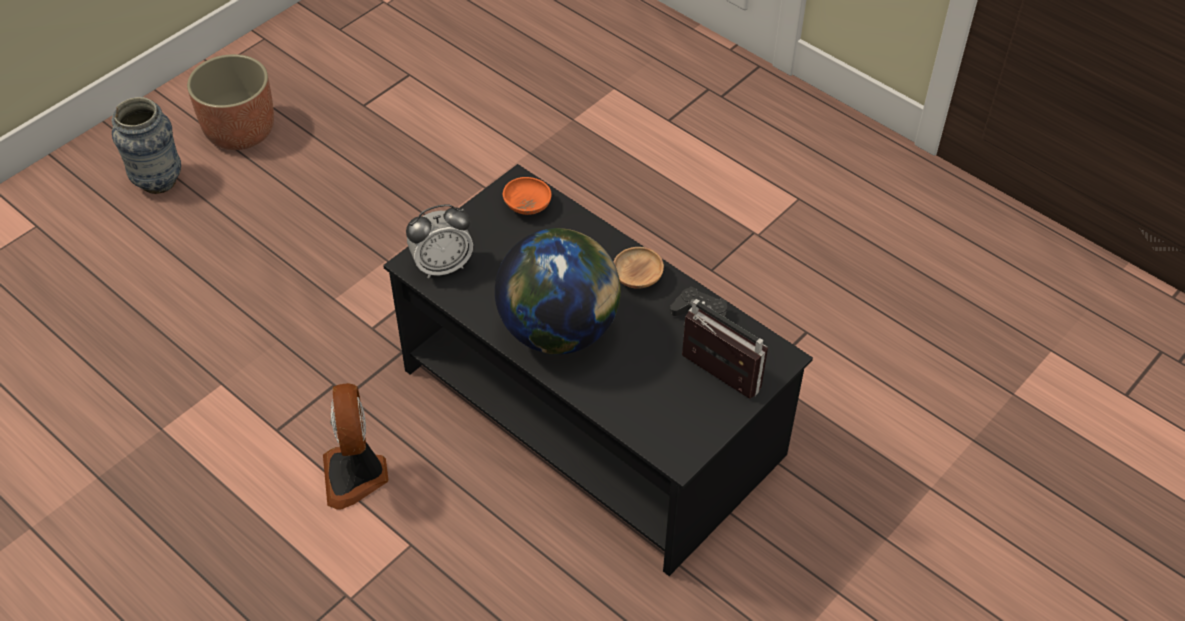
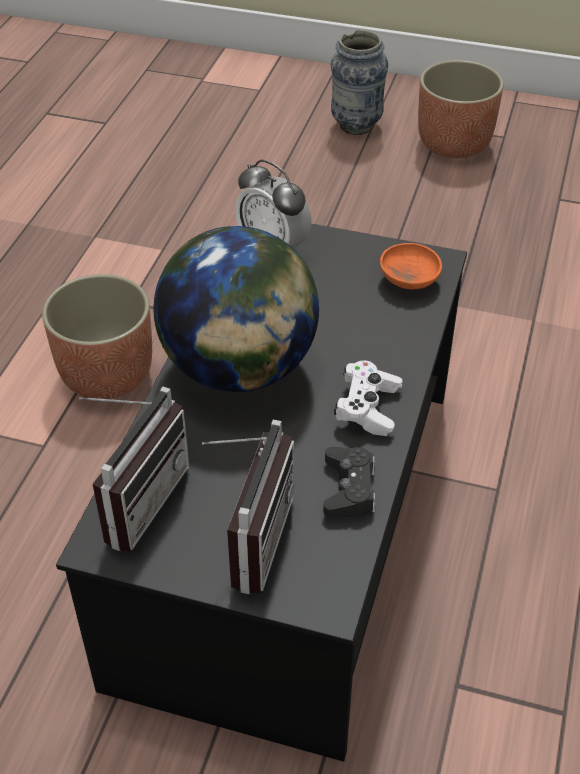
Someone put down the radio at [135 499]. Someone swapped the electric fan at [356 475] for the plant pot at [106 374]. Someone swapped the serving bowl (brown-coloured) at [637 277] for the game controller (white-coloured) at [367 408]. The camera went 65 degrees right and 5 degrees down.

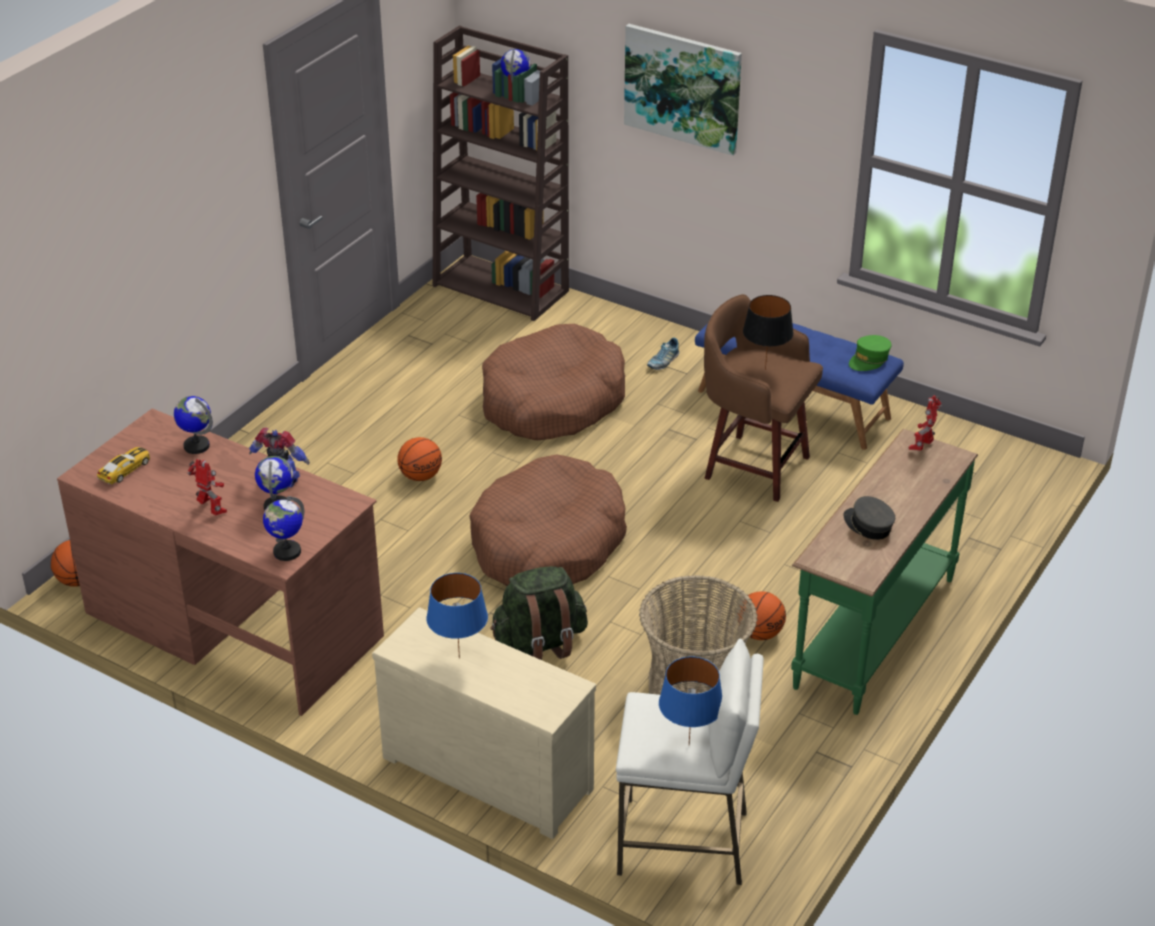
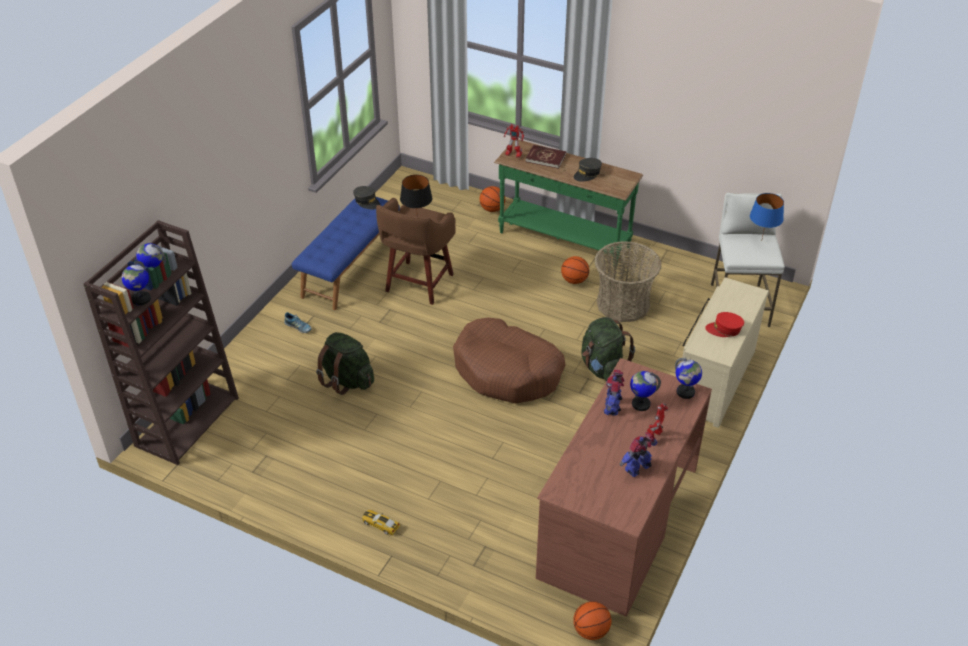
Someone took away the wall art at [683 88]. Someone put down the volume (red-coloured) at [545 158]. Someone put down the model robot at [638 468]. Someone carried the model car from [125 470] to [380 524]. Someone carried the desk globe from [196 446] to [141 299]. Someone carried the ball for basketball from [421 476] to [492 209]. Someone swapped the table lamp (blue-coloured) at [458 658] for the cap (red-coloured) at [724 329]. Someone swapped the dog bed (brown-coloured) at [552 401] for the backpack (green) at [347 380]. Someone repainted the cap (green) at [869 360], which became the cap (greyish) at [367 201]. The camera went 95 degrees left and 5 degrees up.

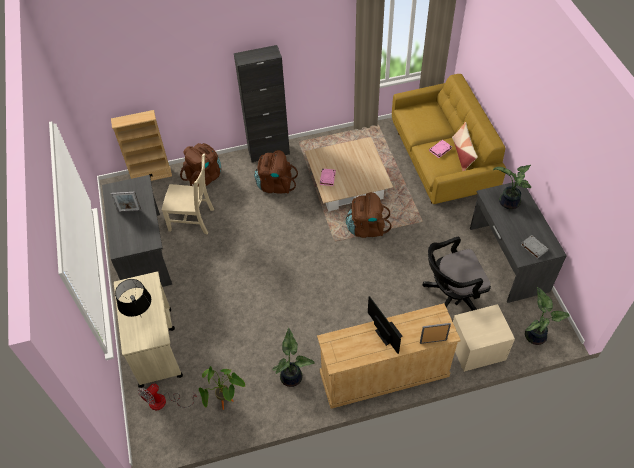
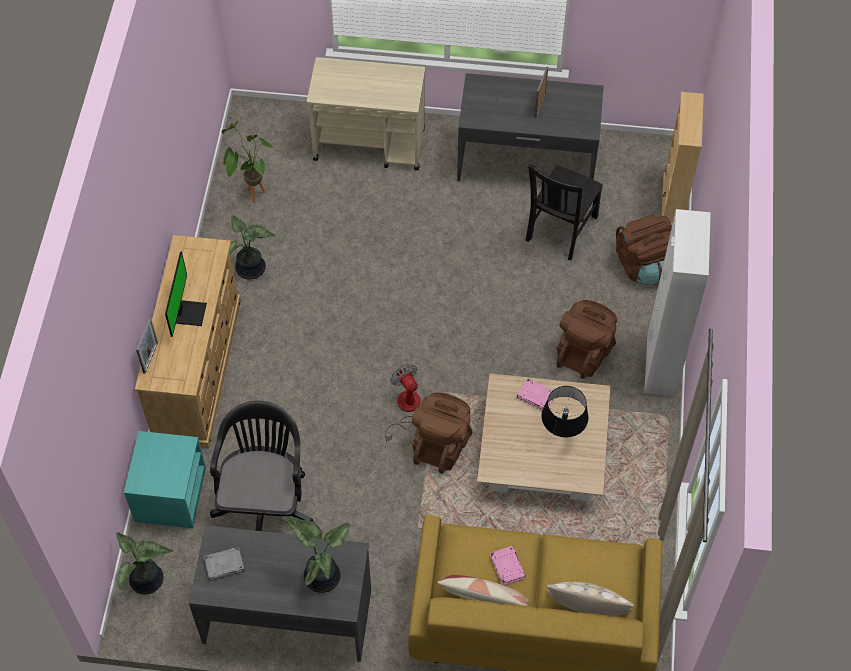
Someone put down the throw pillow (beige) at [586 611]. Someone carried the table lamp (blackish) from [141 317] to [561 436]. Someone carried the electric fan from [164 402] to [405 409]. Someone repainted the chair (beige) at [193 220], which became the chair (blackish) at [560 230]. Someone repainted the cabinet (blackish) at [268 152], which became the cabinet (white-coloured) at [661 365]. Someone repainted the night table (beige) at [476 349], which became the night table (turquoise-coloured) at [170 494]. Someone rotated the computer display at [387 334] by 75 degrees counterclockwise. The camera went 110 degrees right and 5 degrees up.

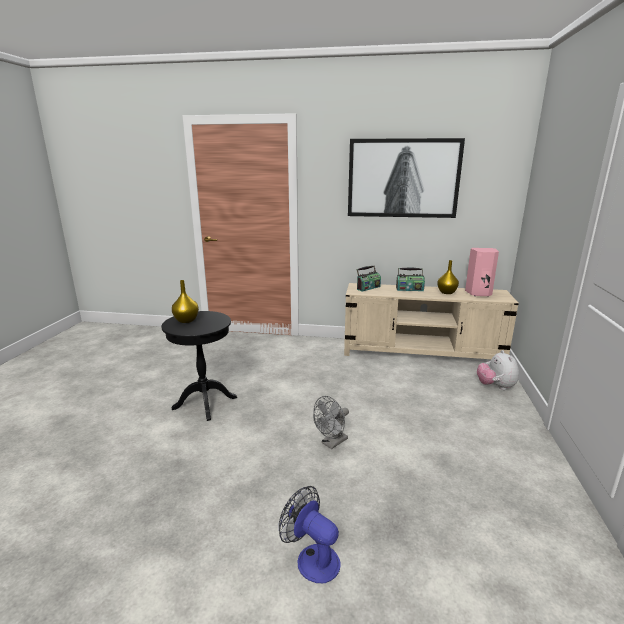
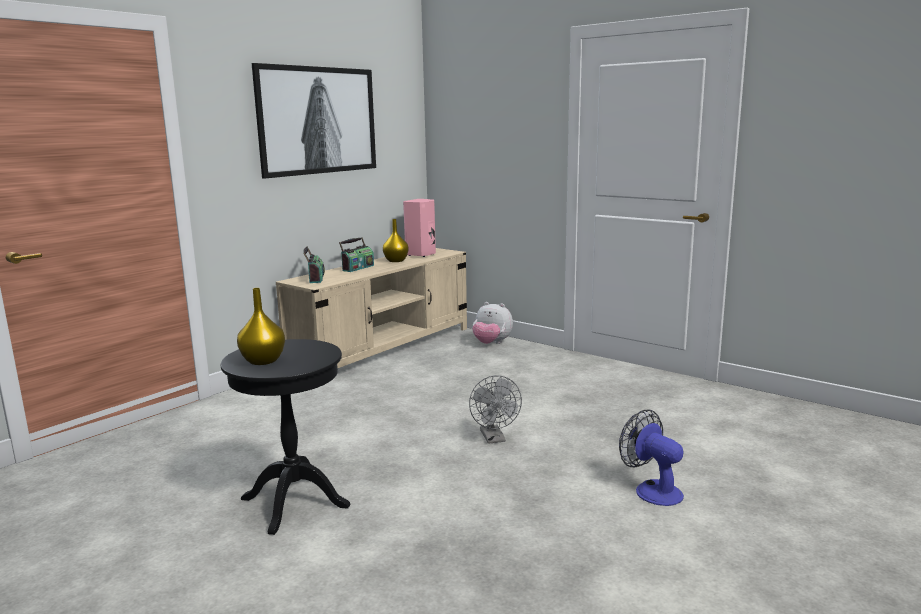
Someone rotated the electric fan at [312 558] by 75 degrees clockwise. The camera went 60 degrees left and 5 degrees down.

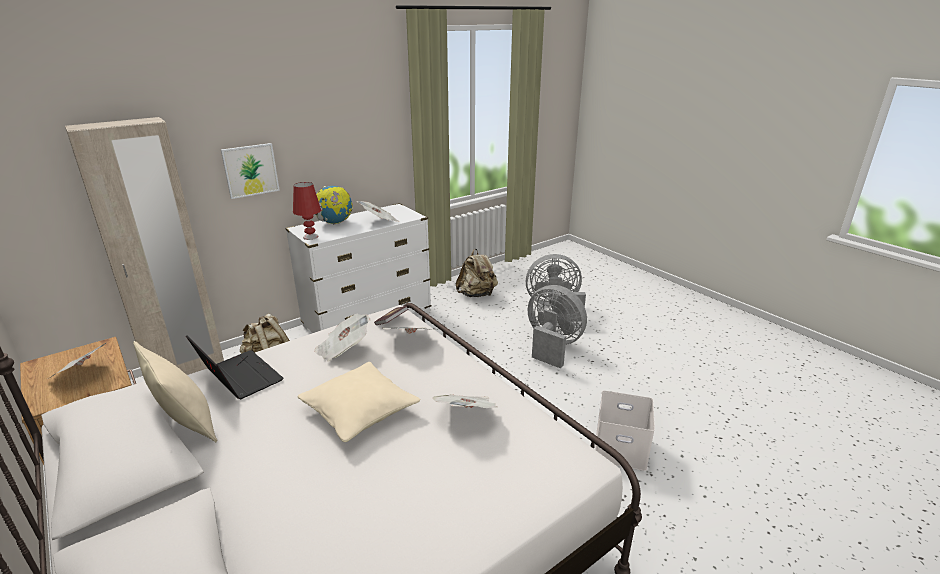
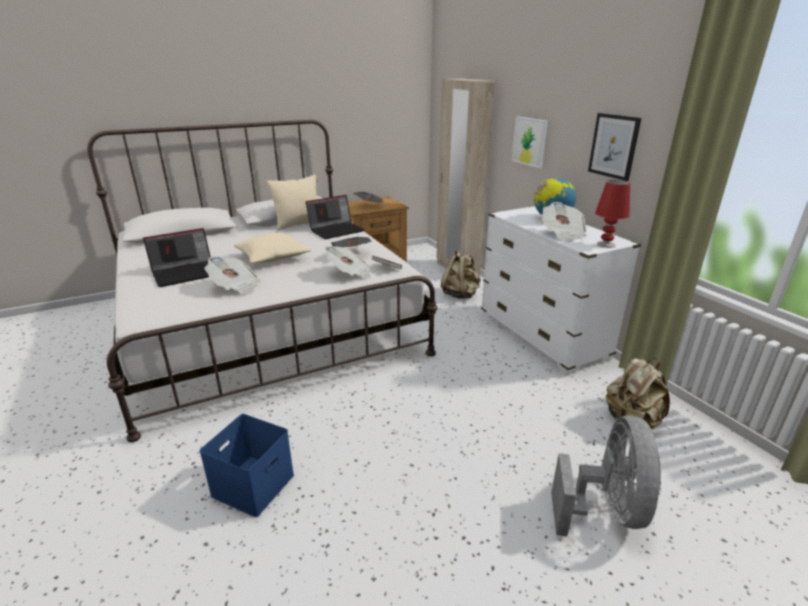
Someone took away the electric fan (greyish) at [552 346]. Someone put down the portable computer at [186 273]. Someone put up the wall art at [614 146]. Someone carried the table lamp (red-coloured) from [310 237] to [606 244]. Someone repainted the storage bin (white-coloured) at [619 449], which became the storage bin (blue-coloured) at [253 483]. The camera went 100 degrees right and 0 degrees up.

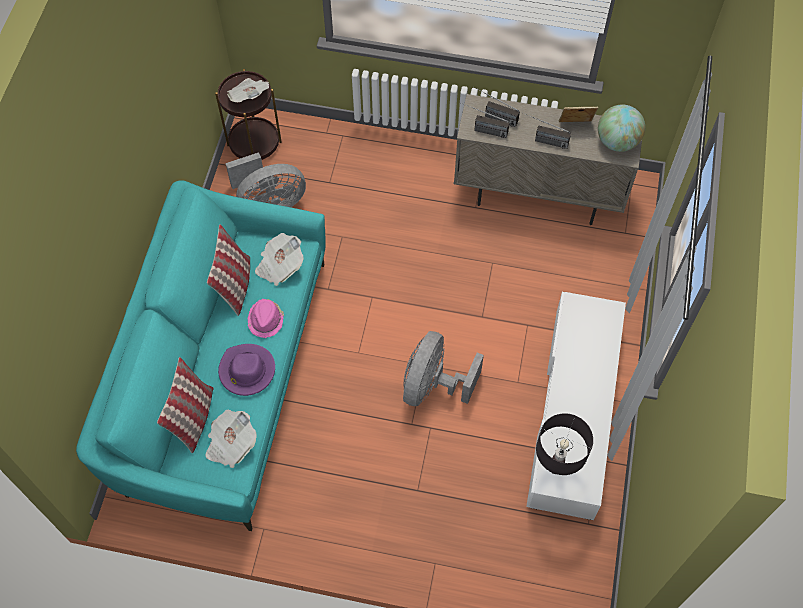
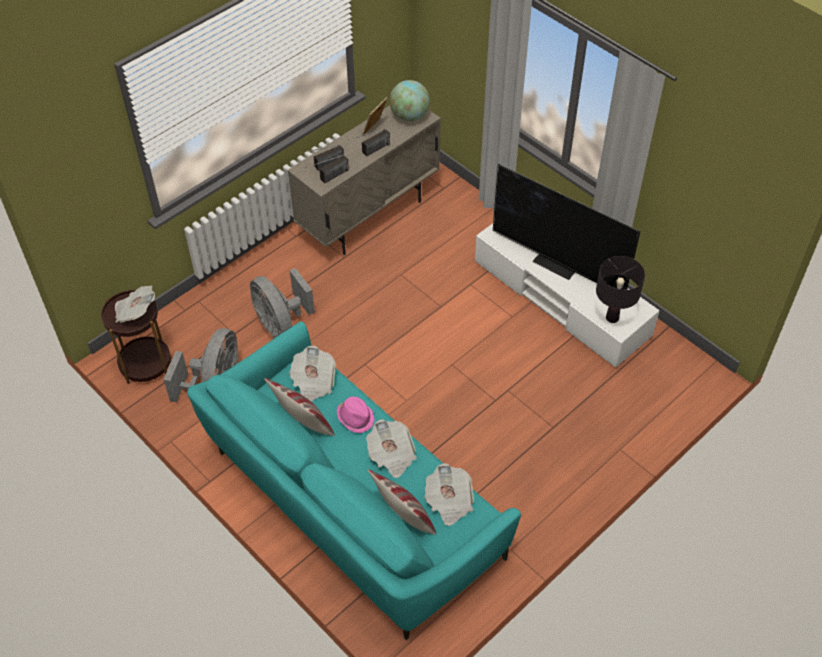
Someone put down the TV at [557 263]. Someone carried the electric fan (greyish) from [433 385] to [281 325]. Someone swapped the wearable hat (purplish) at [246 371] for the printed paper at [391 455]. The camera went 55 degrees left and 10 degrees down.

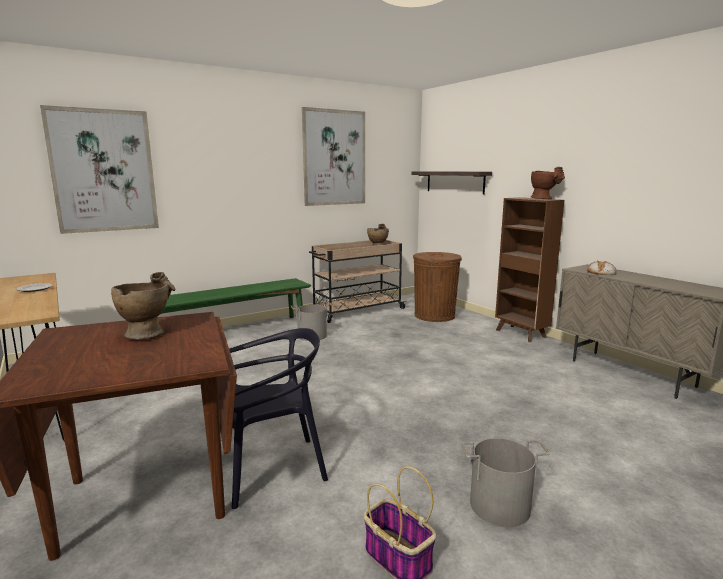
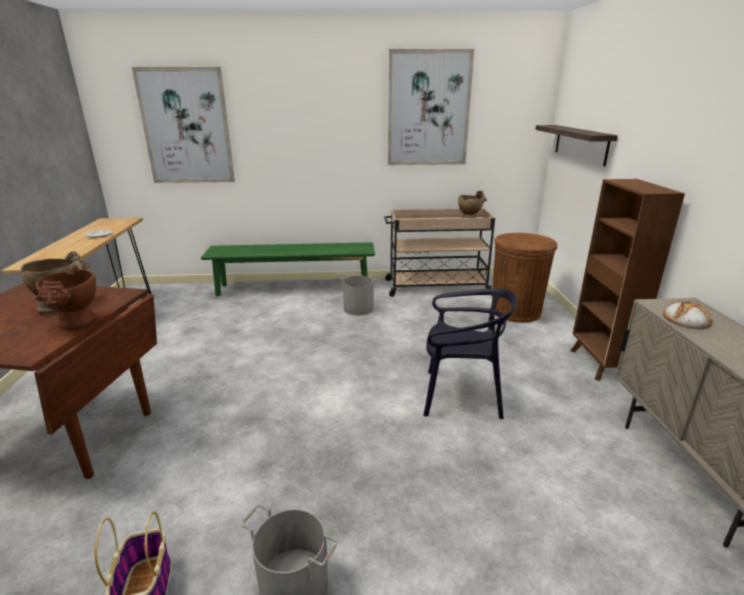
Someone carried the chair (blackish) from [272 469] to [461 396]. Someone carried the flower vase (brown-coloured) from [545 199] to [76 324]. The camera went 30 degrees right and 10 degrees up.

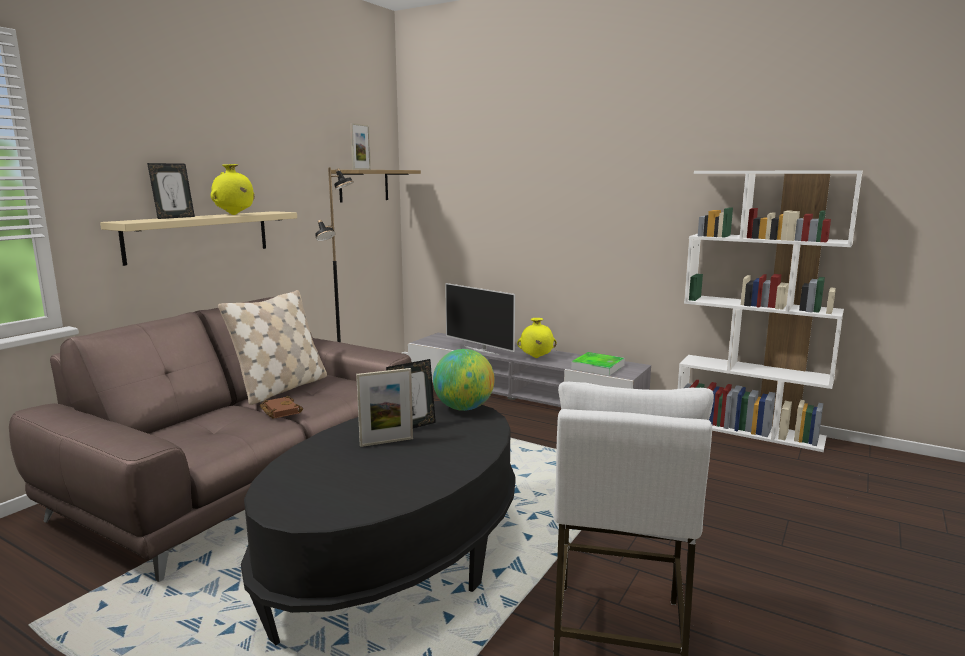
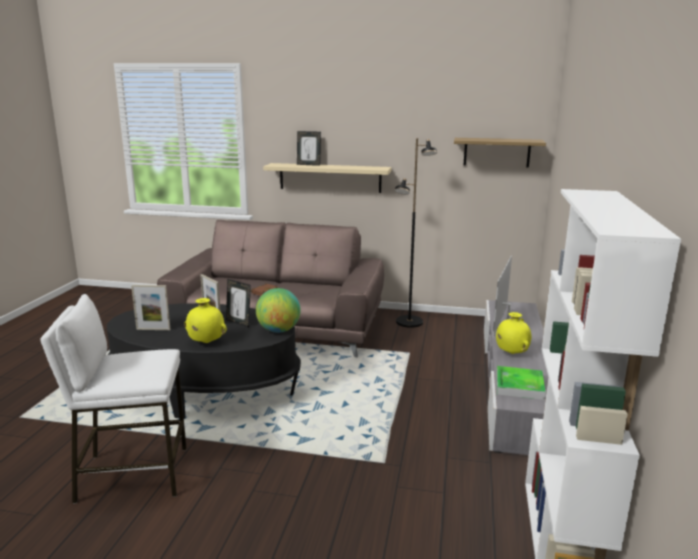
Someone took away the throw pillow (beige) at [281 388]. Someone carried the flower vase (yellow) from [234 214] to [206 343]. Someone carried the standing frame from [361 169] to [153 329]. The camera went 70 degrees right and 5 degrees up.

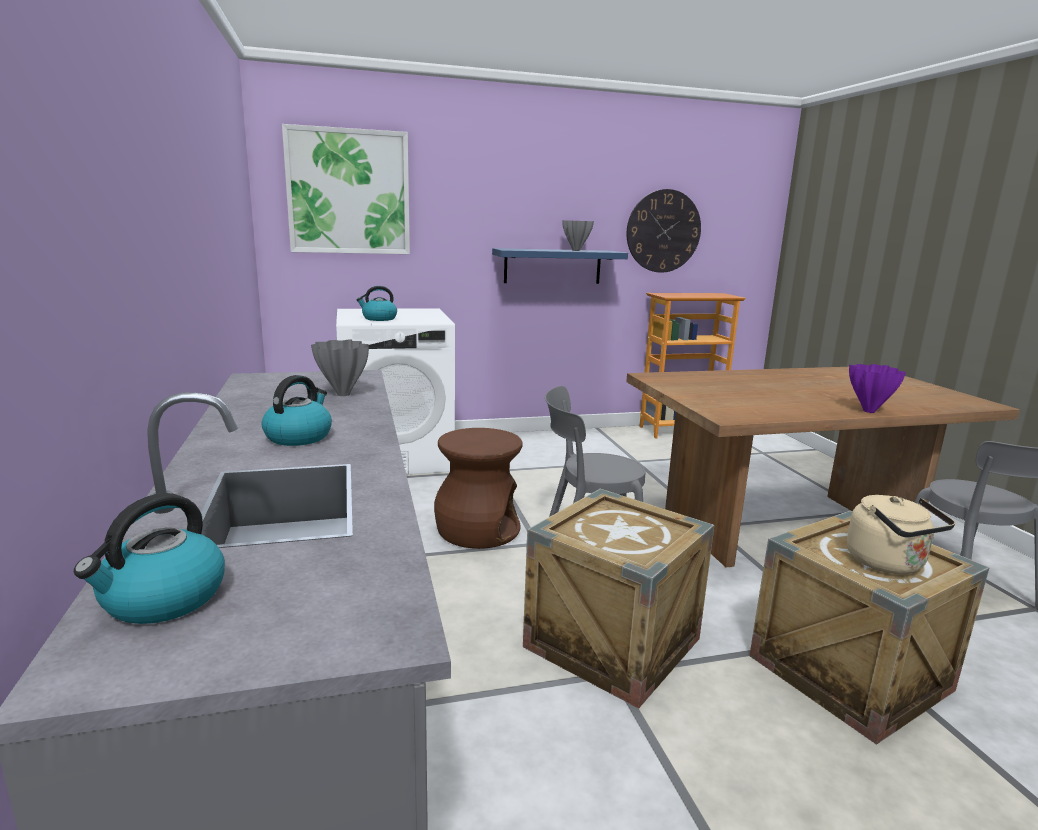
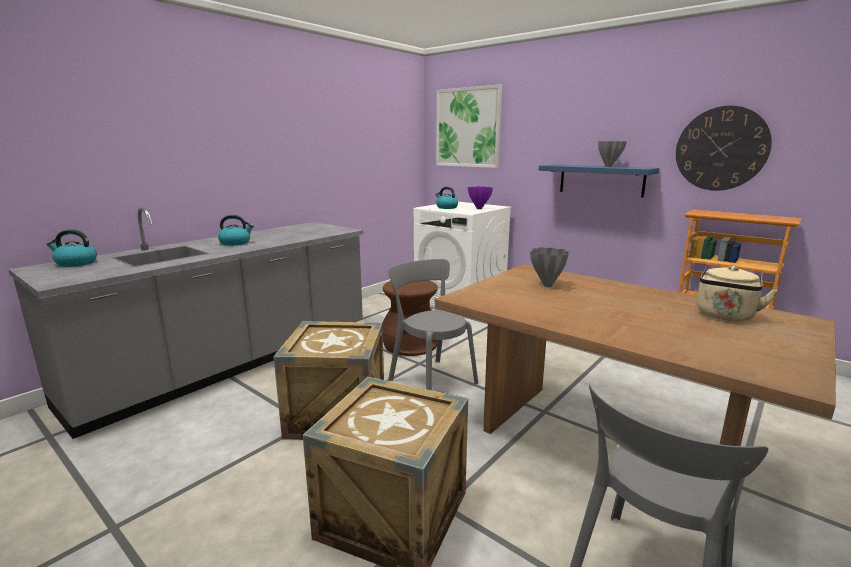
Someone carried the flower vase (greyish) from [342 394] to [547 285]. Someone carried the water kettle (beige) from [889 564] to [724 316]. Someone carried the flower vase (purplish) from [868 411] to [478 208]. The camera went 55 degrees right and 0 degrees up.

